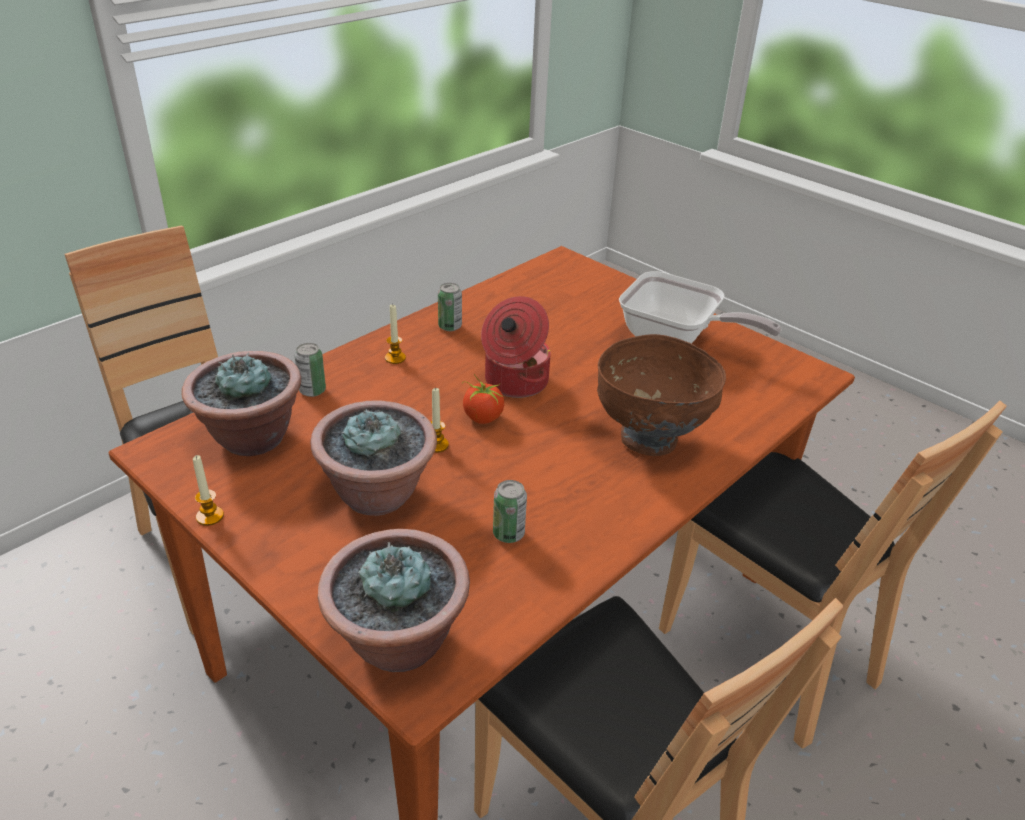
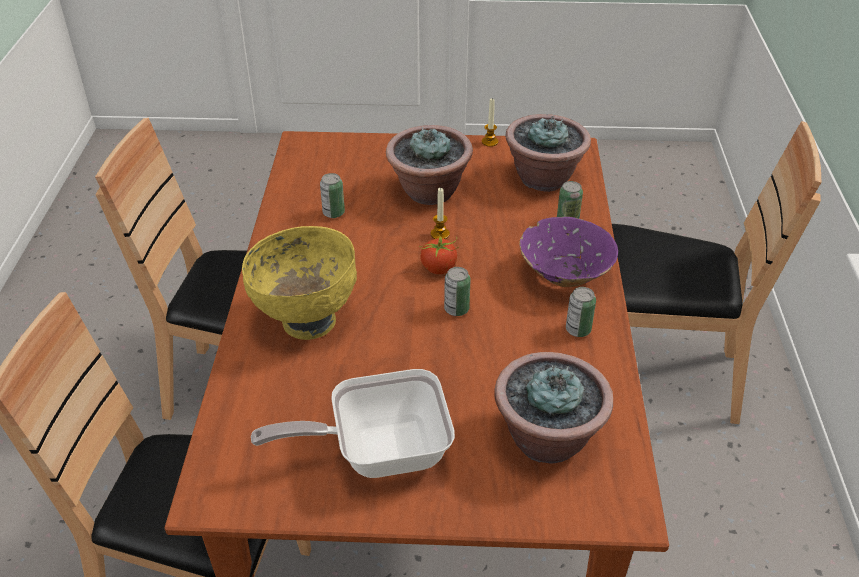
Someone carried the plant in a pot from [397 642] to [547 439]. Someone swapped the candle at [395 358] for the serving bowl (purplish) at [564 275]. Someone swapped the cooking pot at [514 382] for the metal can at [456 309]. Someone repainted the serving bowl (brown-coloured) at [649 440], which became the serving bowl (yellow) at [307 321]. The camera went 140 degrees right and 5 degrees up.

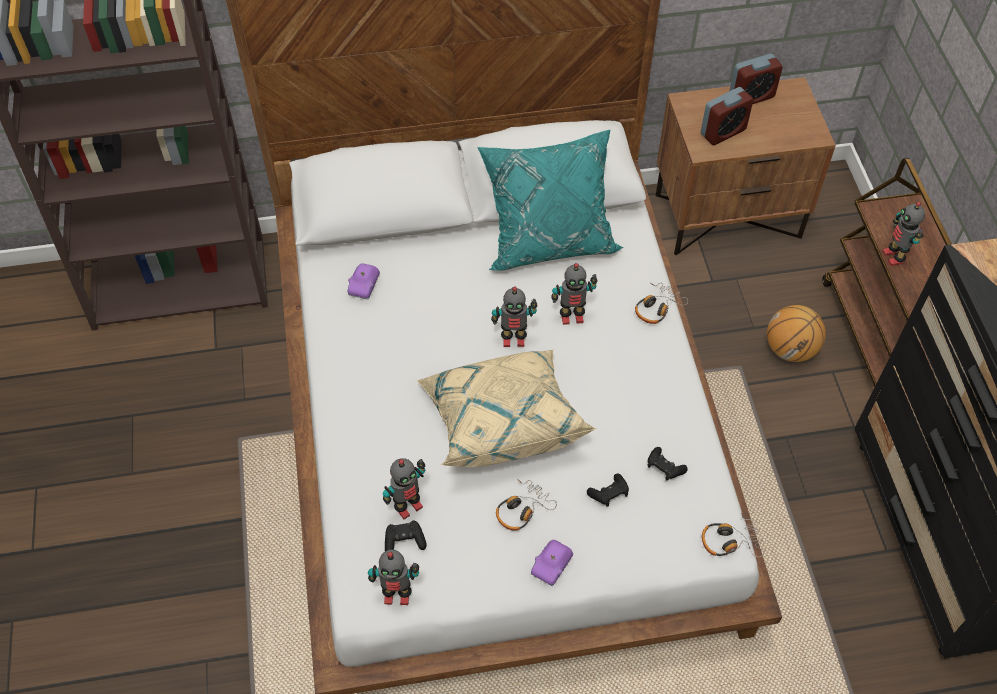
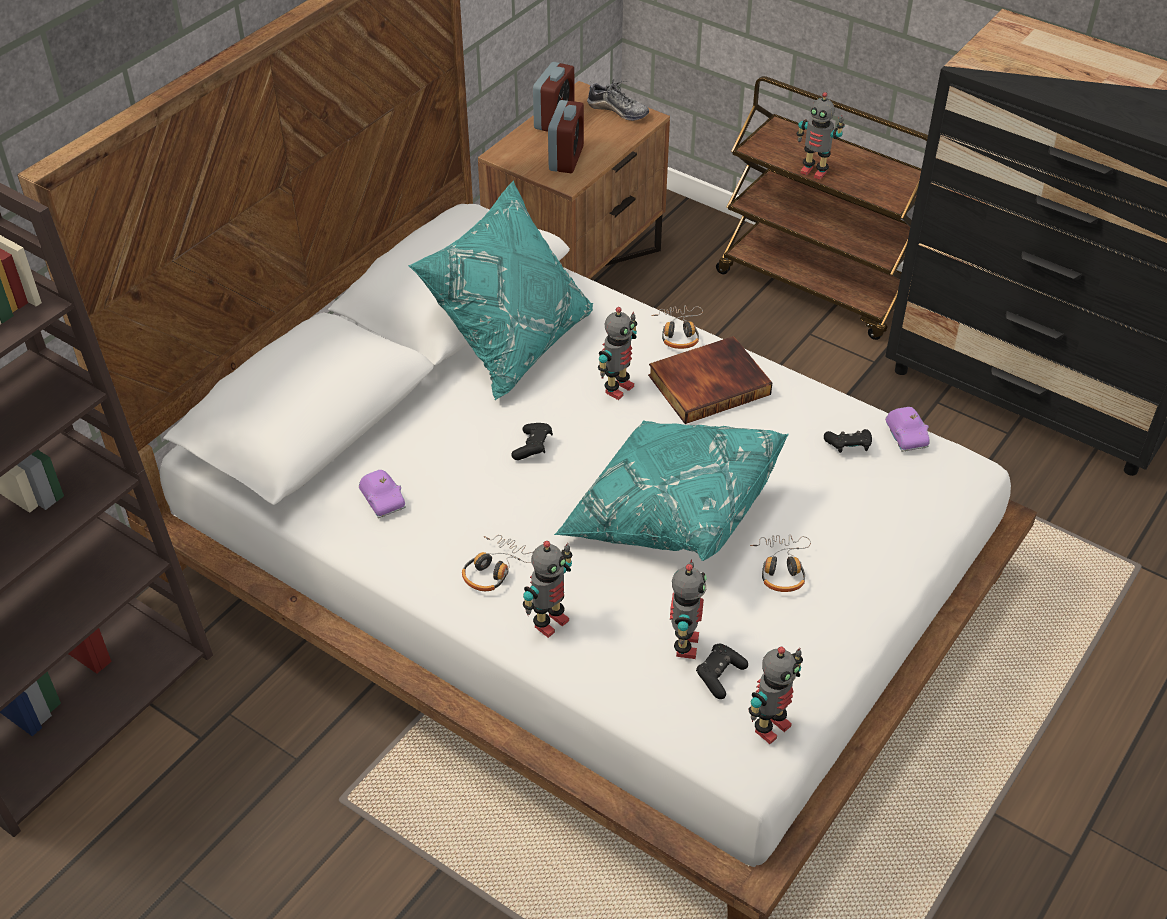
Someone took away the ball for basketball at [790 349]. Someone put down the shoe at [618 111]. Someone put down the volume at [708 383]. Someone carried the model robot from [513 339] to [549 622]. Someone carried the model car (purplish) from [552 566] to [906 436]. Someone carried the game controller (blackish) from [609 494] to [533 447]. Someone carried the pair of headphones from [730 541] to [495 569]. Someone repainted the throw pillow (beige) at [501 421], which became the throw pillow (turquoise-coloured) at [669 513]. The camera went 45 degrees left and 10 degrees down.

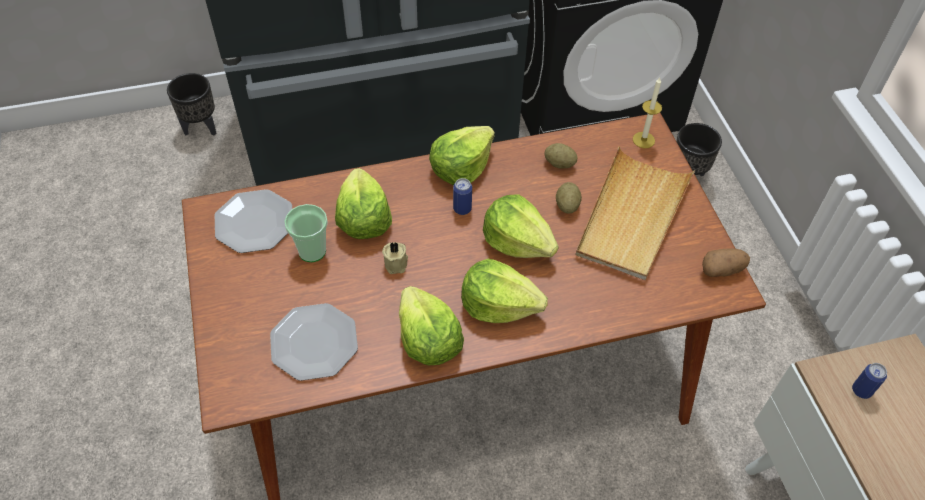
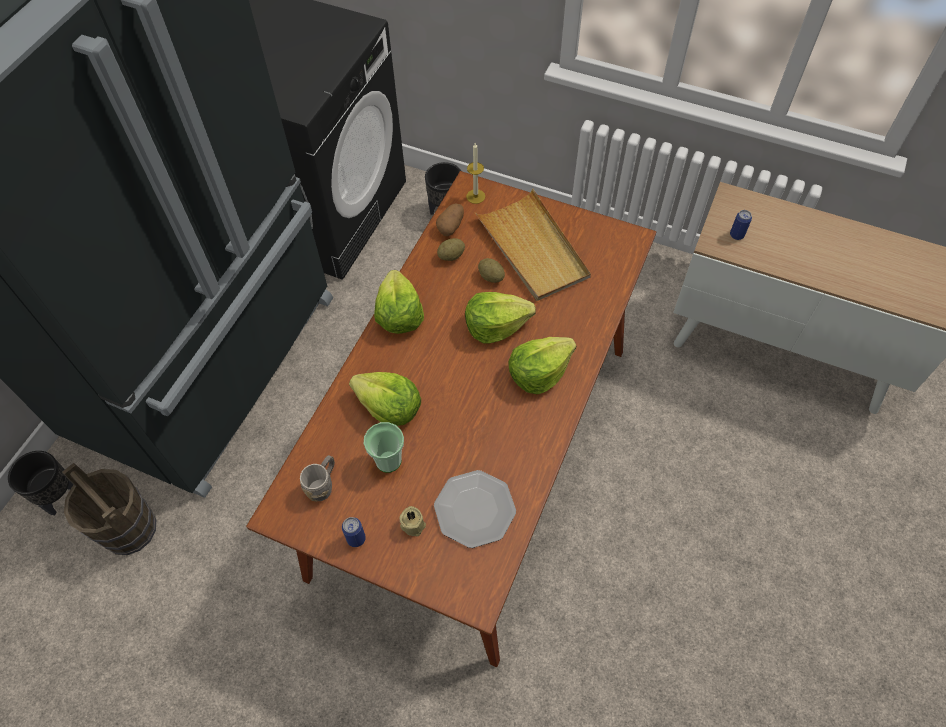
Someone took away the head of lettuce at [428 340]. Someone put down the bucket (brown-coloured) at [129 528]. Someone carried the candle (beige) from [397 263] to [413 524]. Someone carried the metal can from [462 209] to [356 538]. Someone carried the spud from [722 270] to [451 226]. Someone swapped the flat dish at [254 223] for the tea mug (greyish) at [323 485]. The camera went 50 degrees left and 5 degrees up.

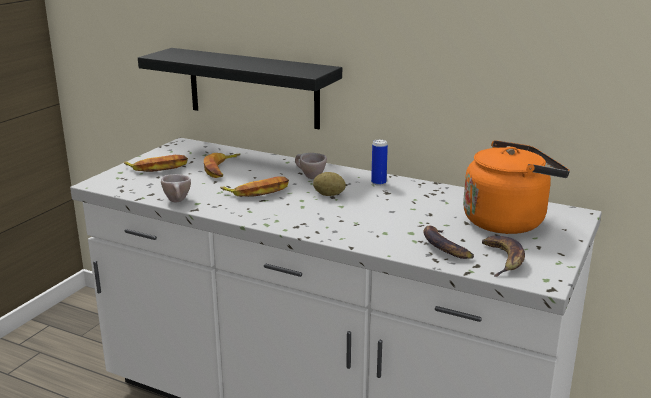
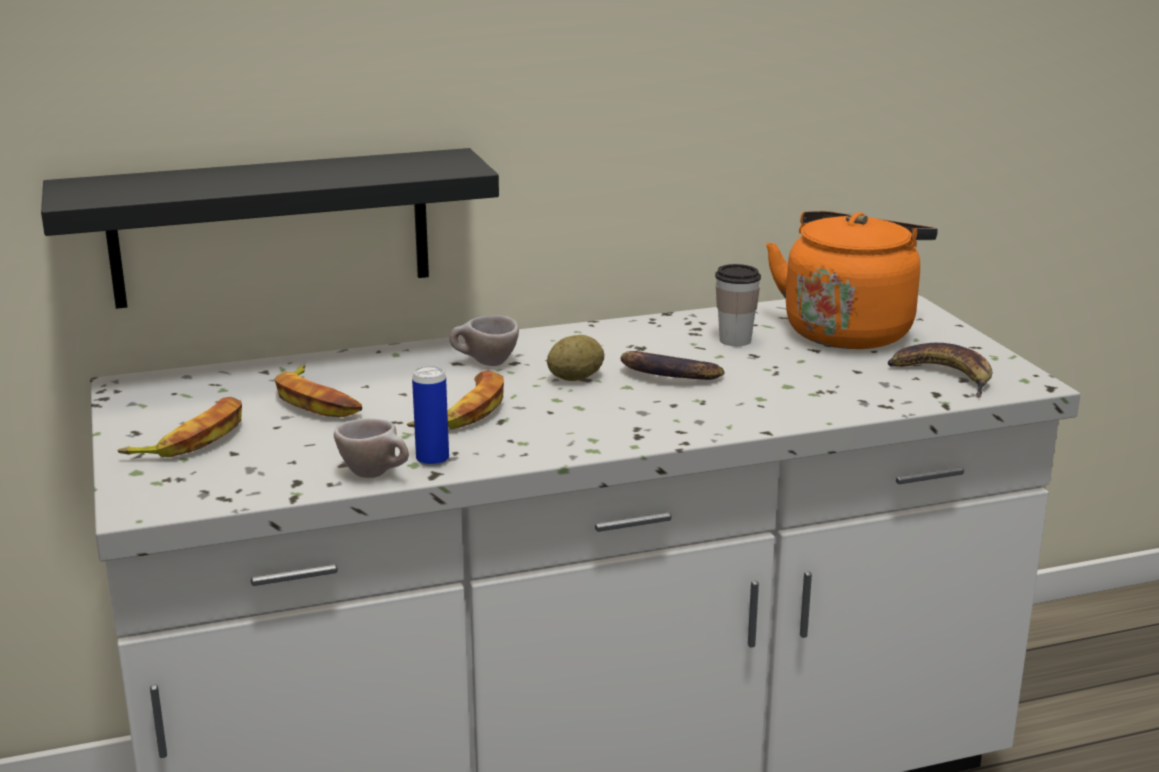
Someone put down the small cup at [735 340]. Someone carried the metal can from [378 183] to [432 460]. Someone carried the banana fruit from [444 247] to [666 375]. The camera went 45 degrees left and 0 degrees up.

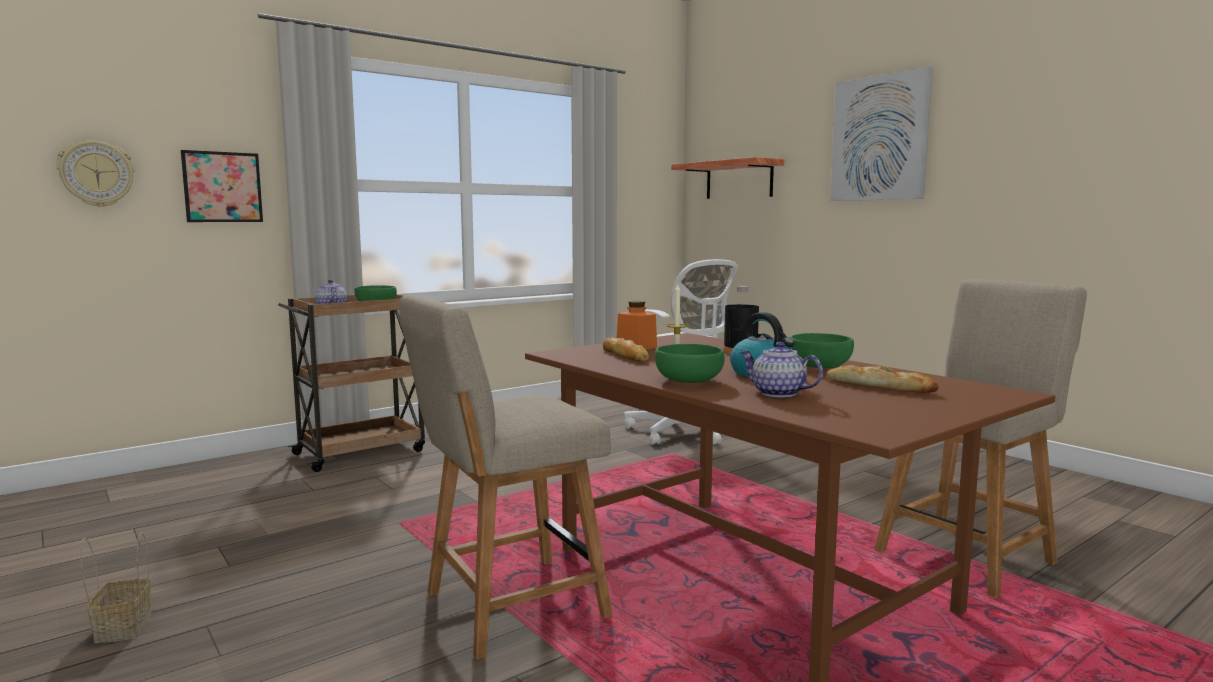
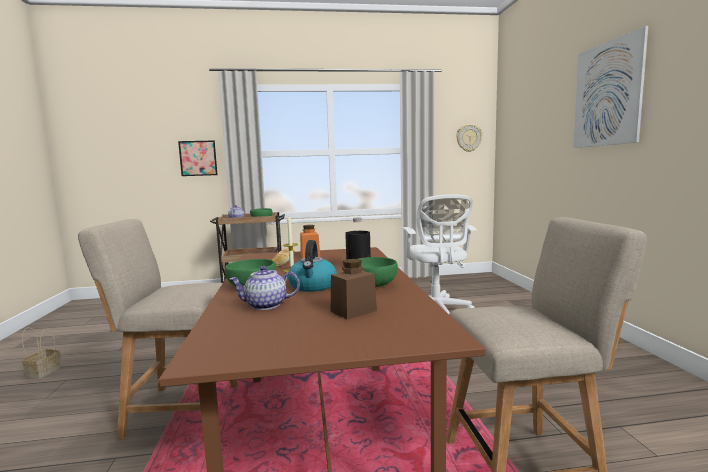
Someone took away the shelf at [739 180]. Someone carried the wall clock from [96 174] to [468 138]. Someone swapped the bread at [879 386] for the storage jar (brown-coloured) at [353 311]. Someone rotated the tea pot at [777 393] by 75 degrees counterclockwise. The camera went 30 degrees right and 0 degrees up.

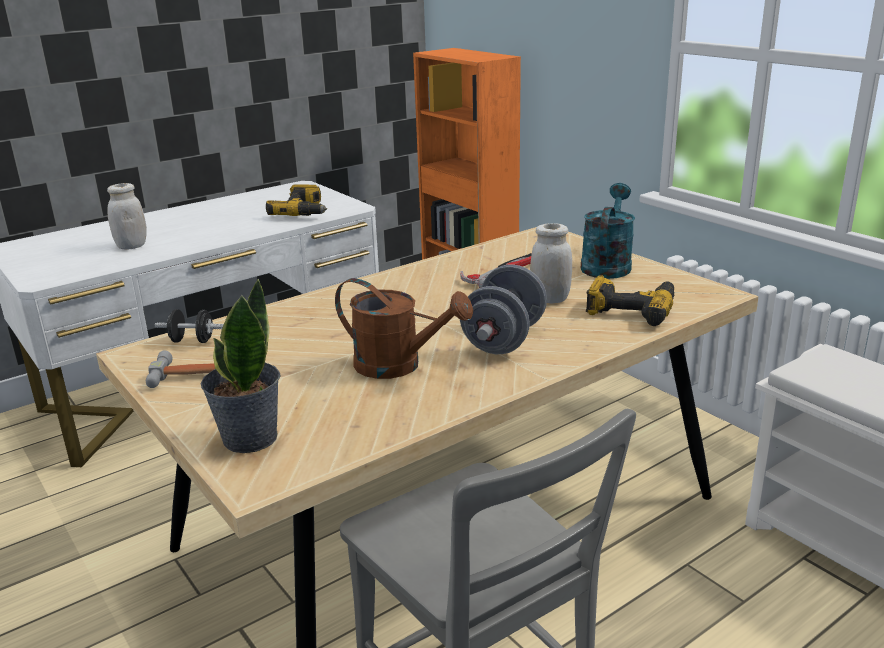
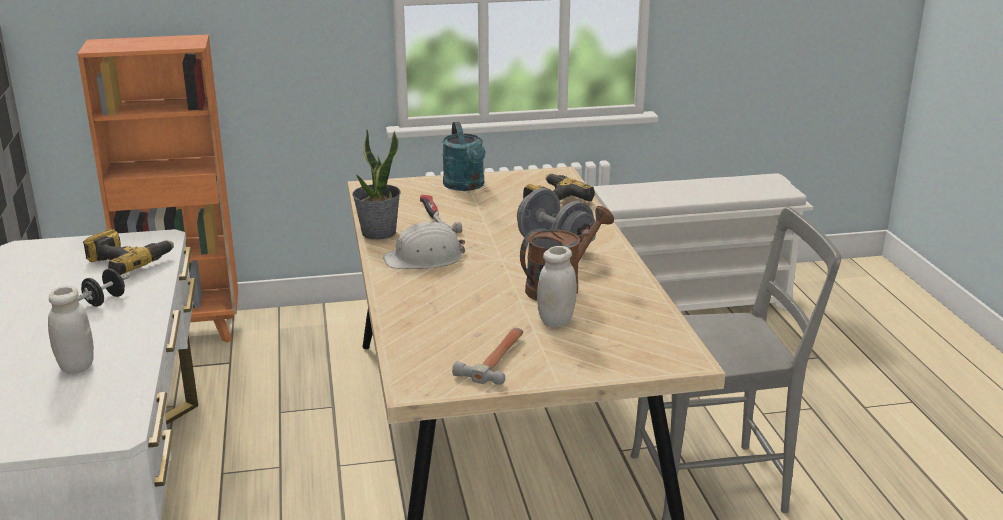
Someone put down the work helmet (white-coloured) at [425 258]. Someone carried the free weight (blackish) from [192 341] to [105 300]. Someone carried the plant in a pot from [249 438] to [378 233]. Someone carried the storage jar (white-coloured) from [550 299] to [556 321]. Someone rotated the watering can (turquoise-coloured) at [607 264] by 150 degrees counterclockwise. The camera went 65 degrees left and 0 degrees up.

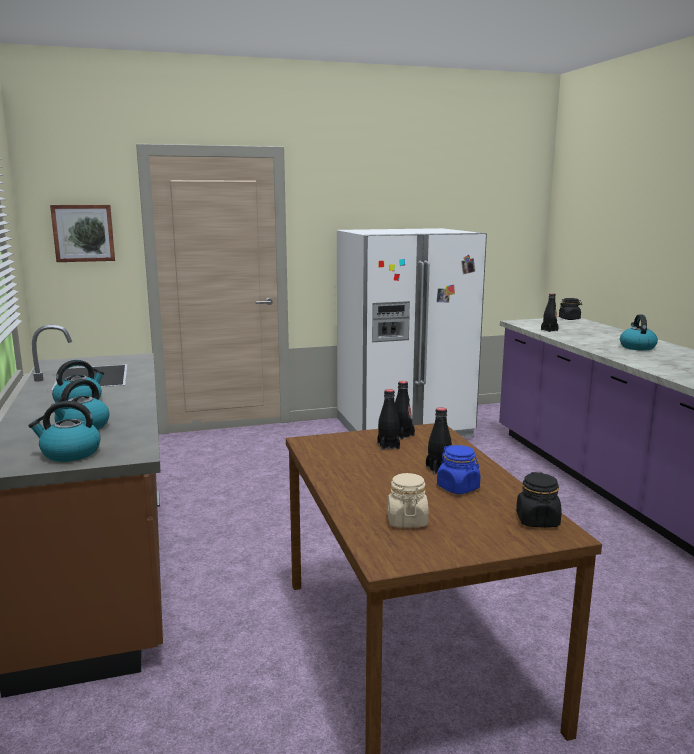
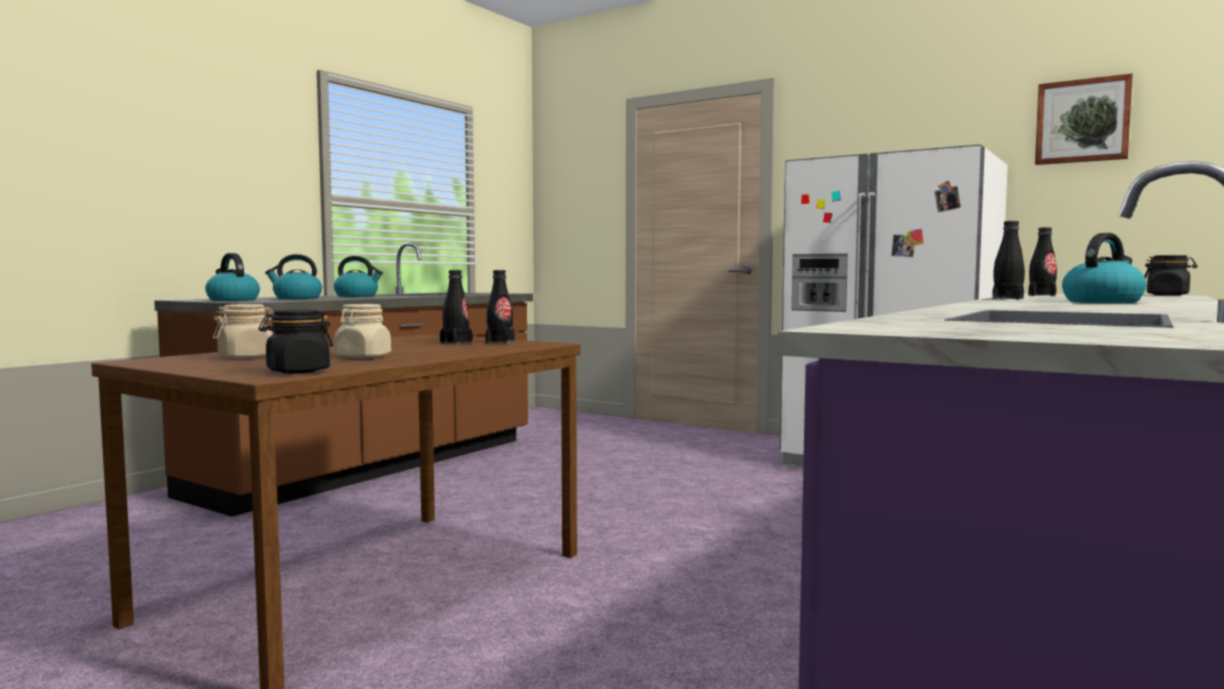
Someone carried the wall art from [83 233] to [1082 121]. Someone carried the bottle (blackish) from [439 469] to [1007 299]. Someone repainted the storage jar (blue-coloured) at [458 488], which became the storage jar (beige) at [363 357]. The camera went 50 degrees right and 10 degrees down.

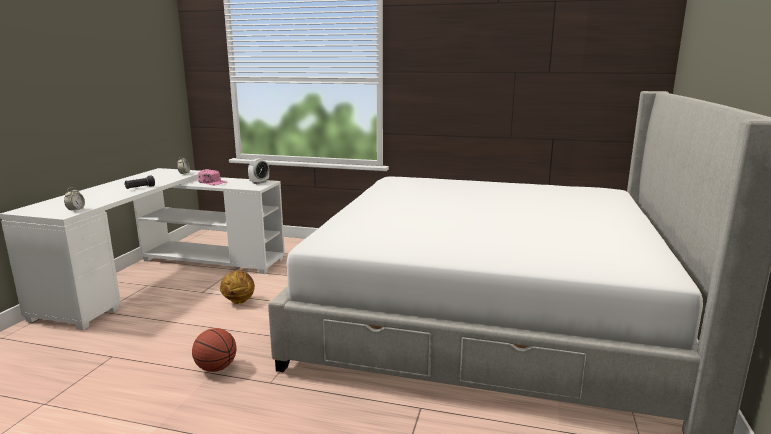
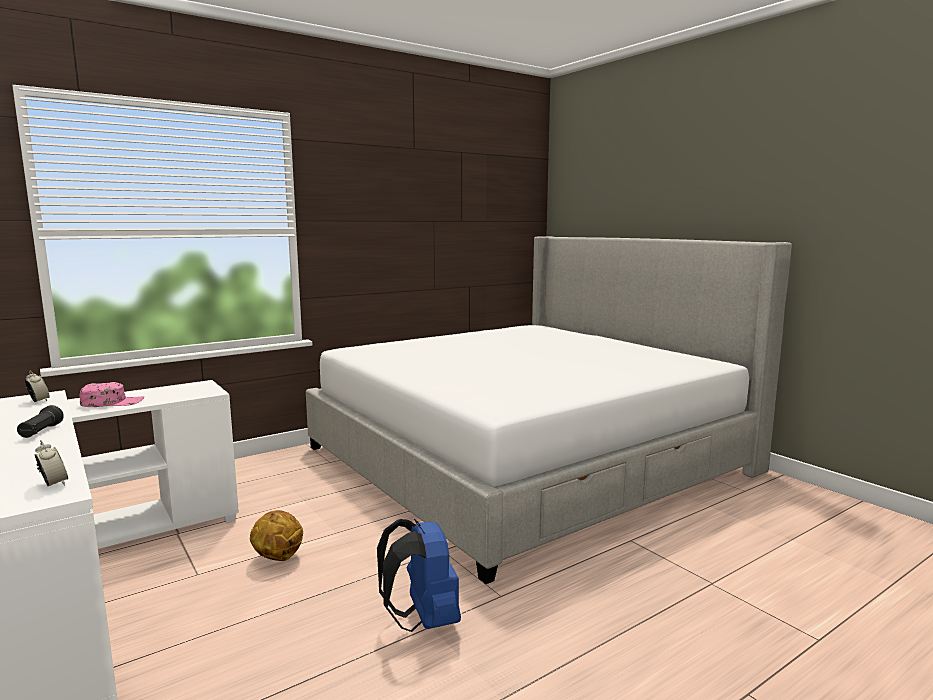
Someone took away the alarm clock at [259 182]. Someone swapped the ball for basketball at [216 368] for the backpack (blue-coloured) at [423 620]. The camera went 50 degrees left and 5 degrees down.

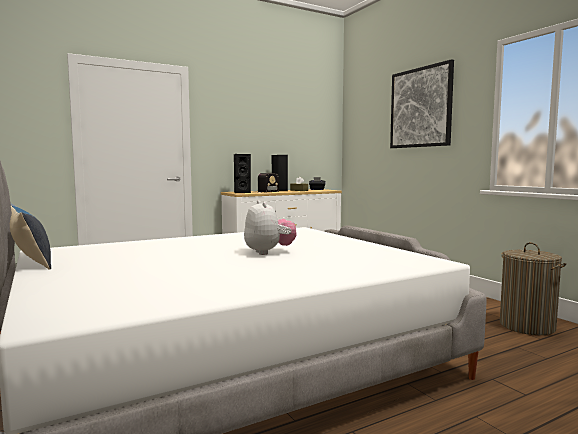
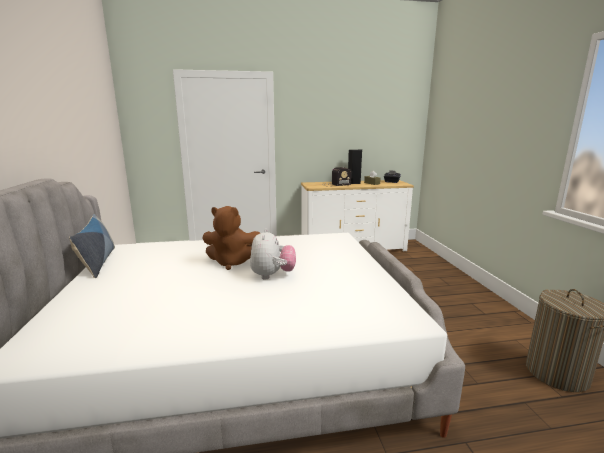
Someone took away the audio speaker (blackish) at [241 192]. Someone took away the wall art at [420 107]. Someone put down the soft toy (brown-coloured) at [233 262]. The camera went 20 degrees right and 10 degrees up.

